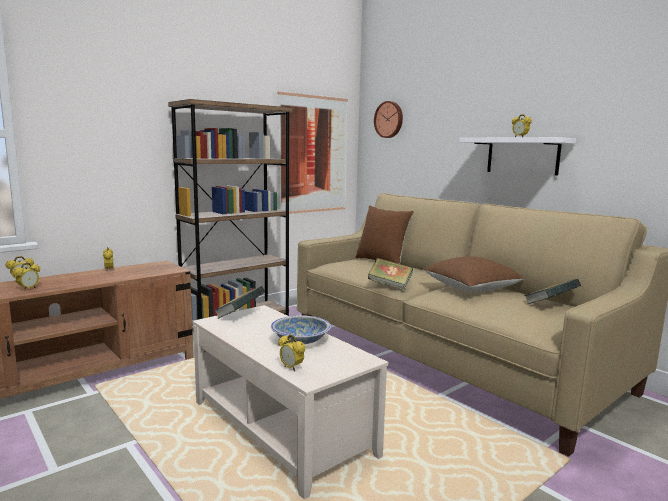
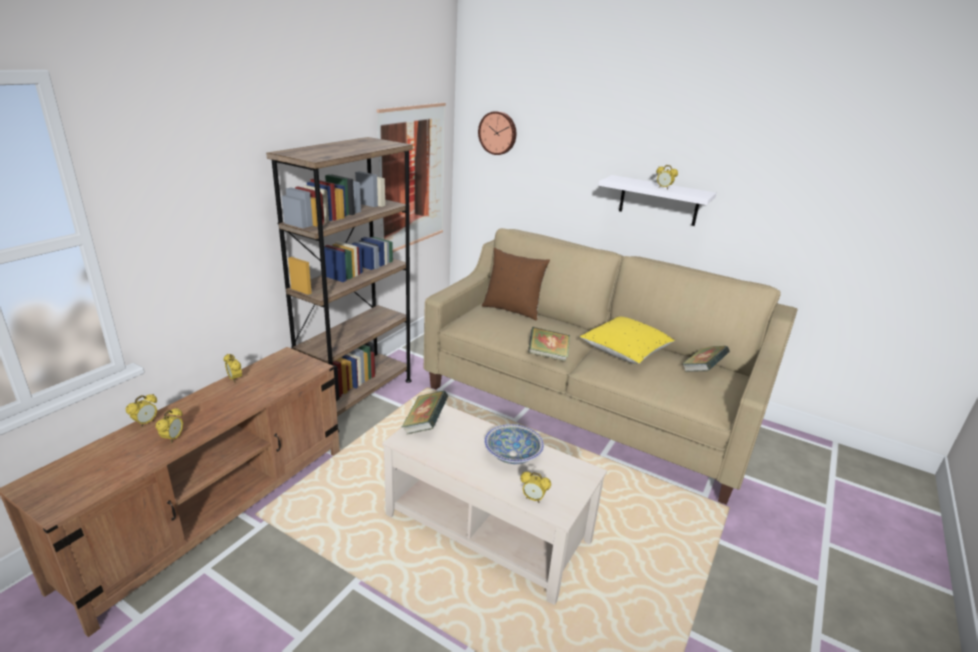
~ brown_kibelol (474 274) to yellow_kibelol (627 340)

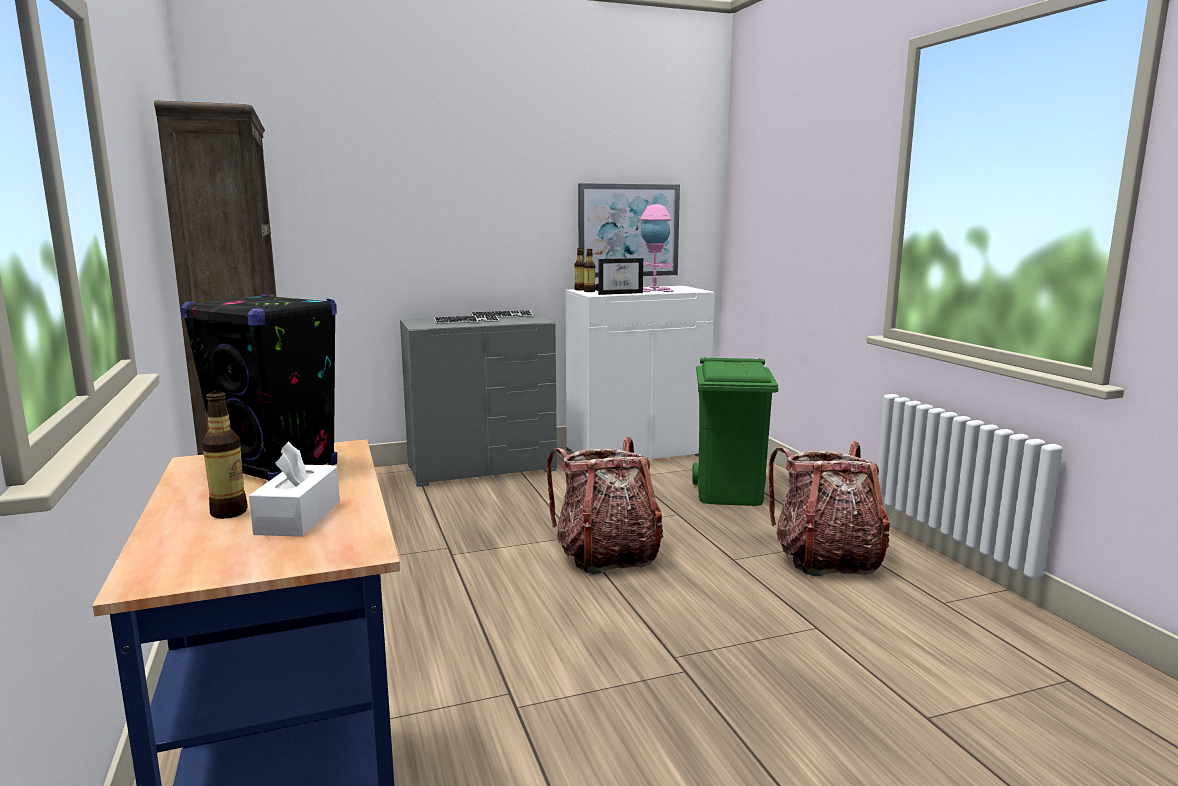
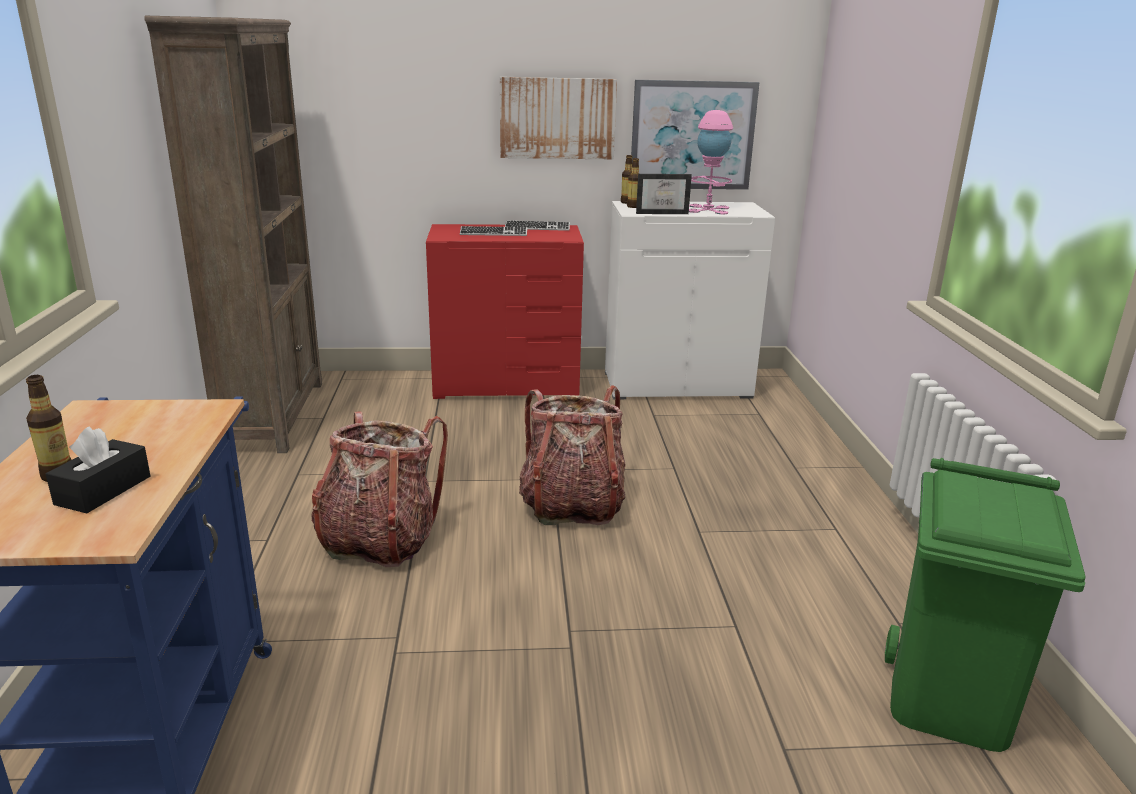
- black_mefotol (259 387)
~ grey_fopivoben (478 400) to red_fopivoben (505 311)
~ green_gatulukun (735 431) to (985 605)
~ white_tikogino (294 489) to black_tikogino (98 469)
~ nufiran (829 508) to (379 489)
+ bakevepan (558 118)

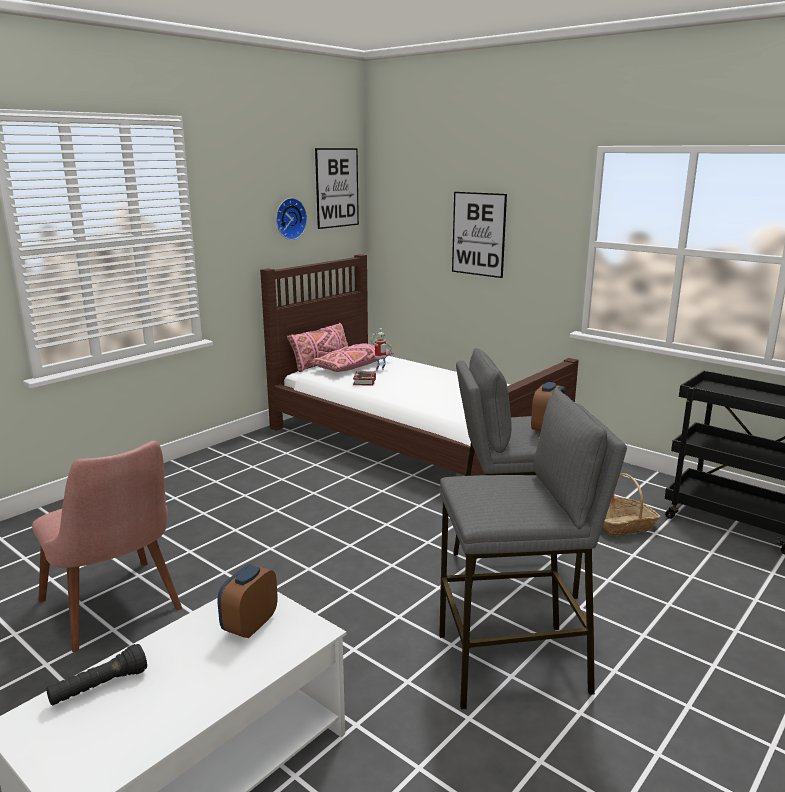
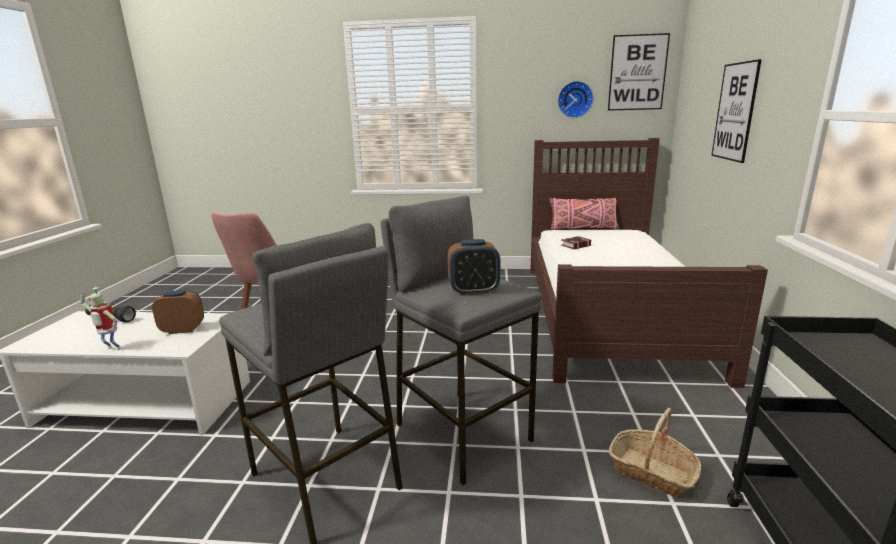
~ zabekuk (381 349) to (99 318)
- pink_kibelol (351 357)

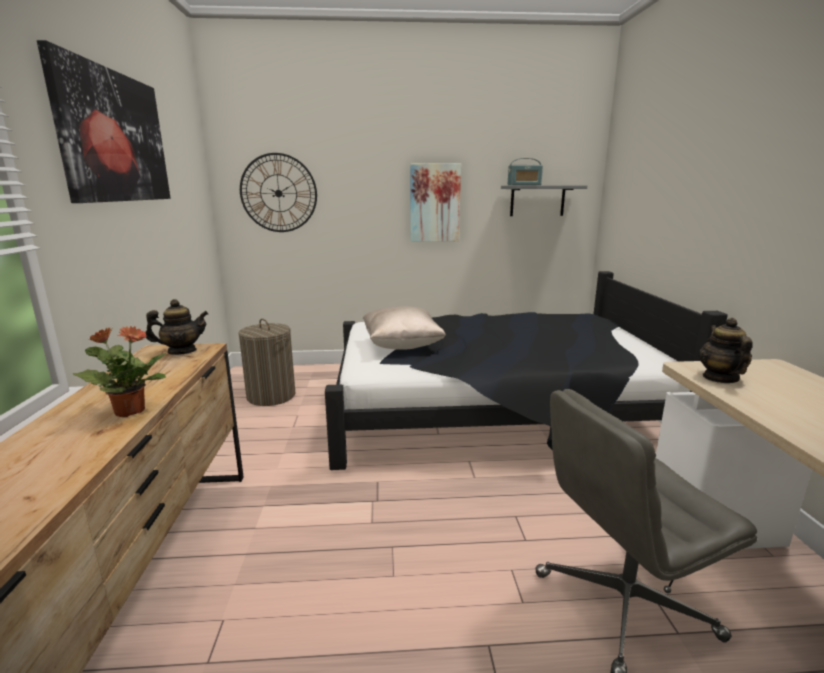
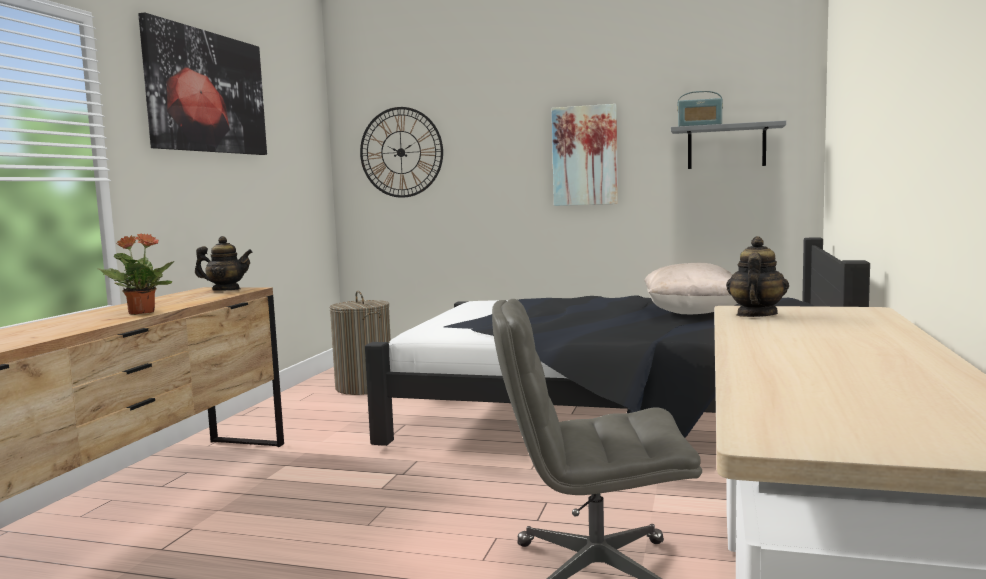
~ beige_kibelol (404 328) to (691 288)

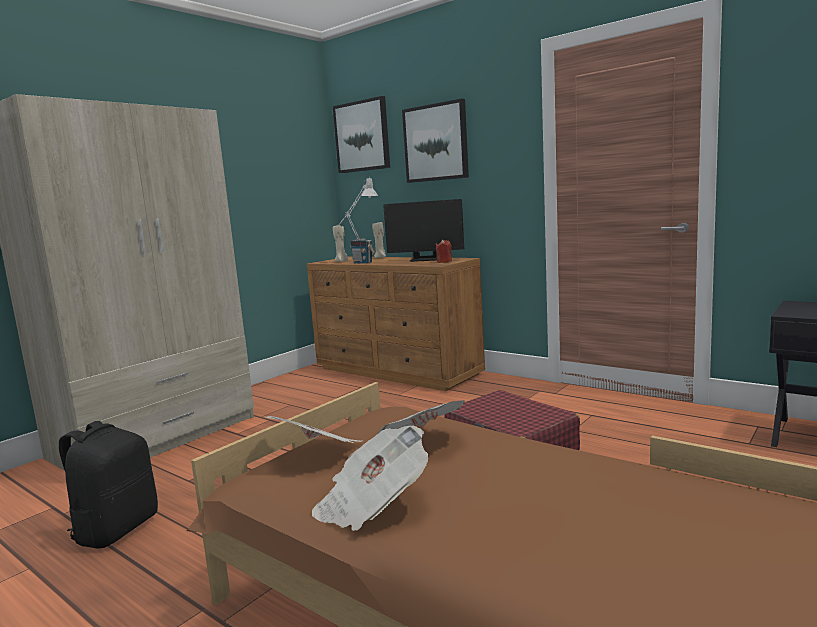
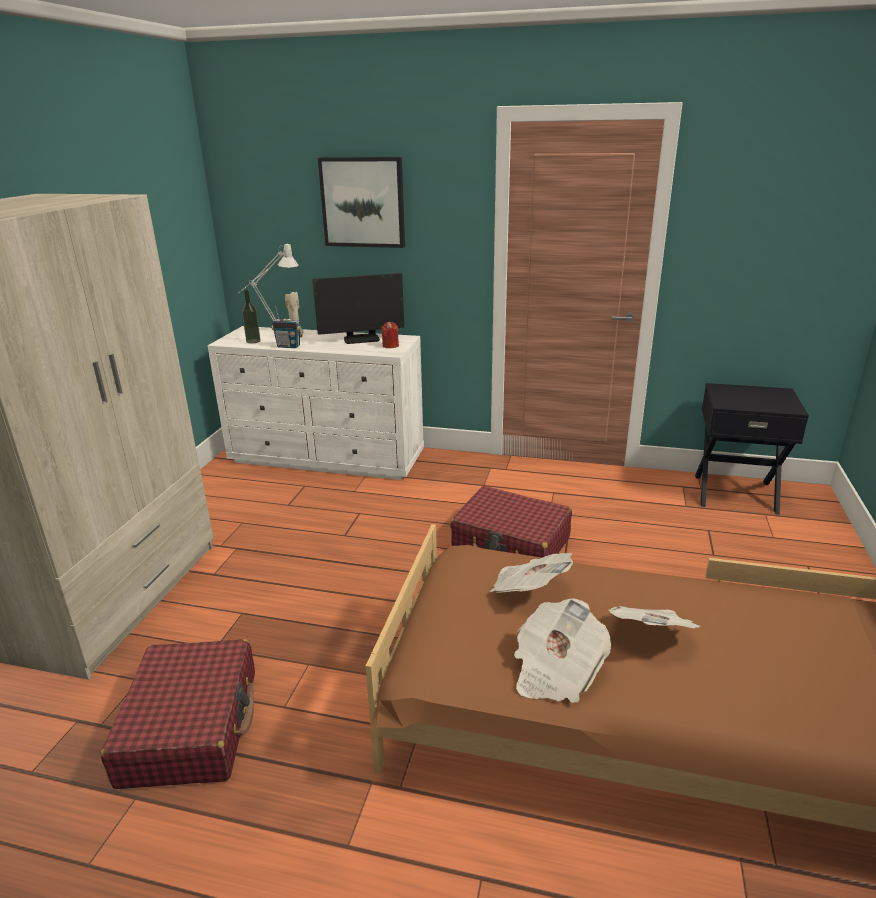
- bakevepan (361 134)
~ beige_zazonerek (340 243) to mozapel (251 316)
~ brown_fopivoben (396 324) to white_fopivoben (316 403)
~ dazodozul (313 429) to (655 617)
~ black_nufiran (108 485) to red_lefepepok (178 714)

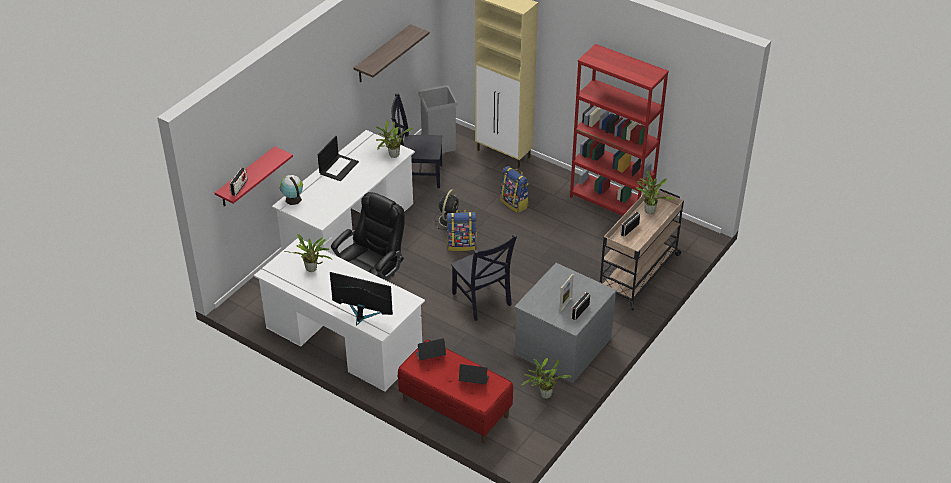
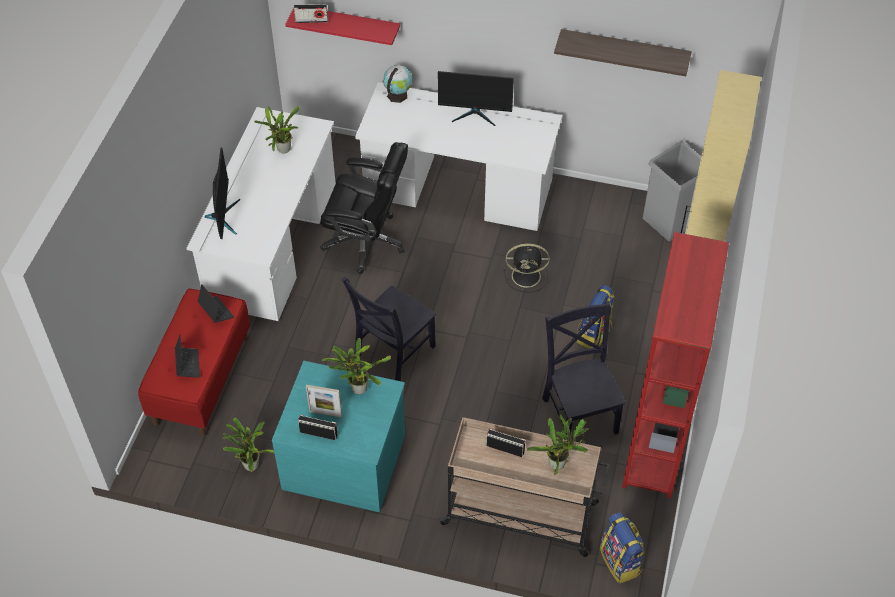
~ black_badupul (416 140) to (584 370)
~ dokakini (394 139) to (356 366)
~ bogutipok (338 158) to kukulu (476 98)
~ nufiran (461 230) to (622 547)
~ grey_fopivoben (565 323) to turquoise_fopivoben (338 436)

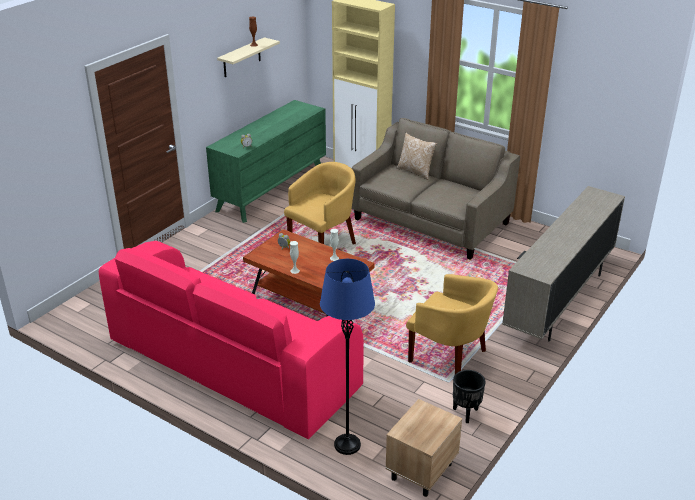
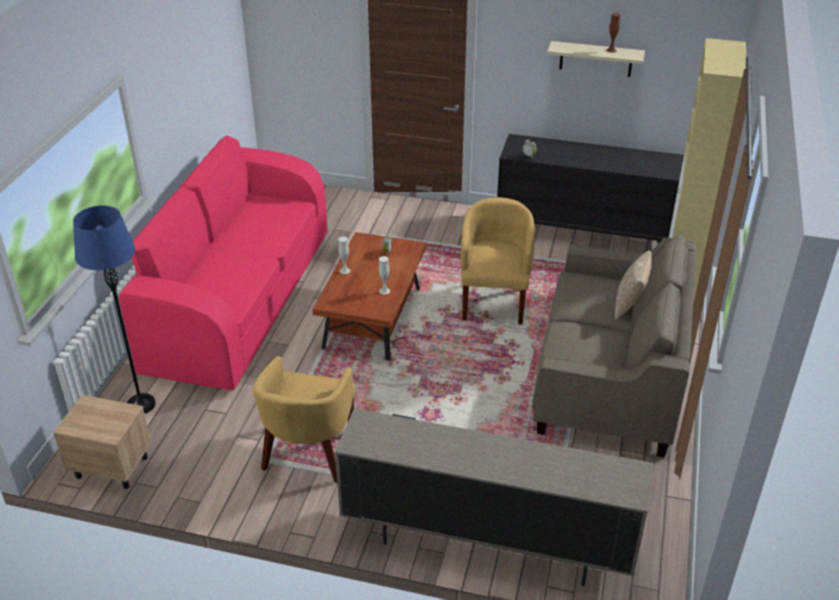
~ green_fopivoben (266 161) to black_fopivoben (590 189)
~ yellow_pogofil (320 203) = (498 260) 105 degrees counterclockwise
- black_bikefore (469 396)

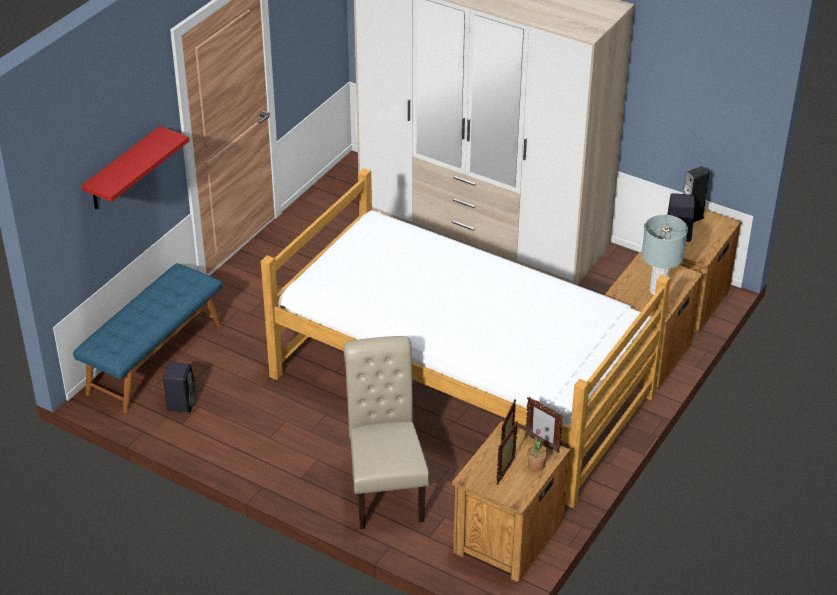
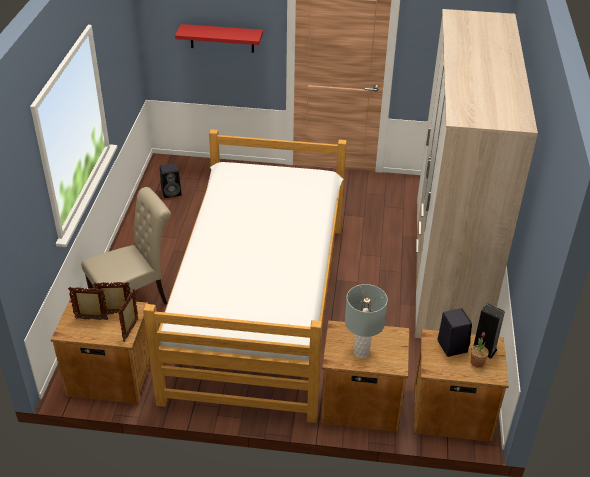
- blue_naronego (147 338)
~ dokakini (537 450) to (480 350)

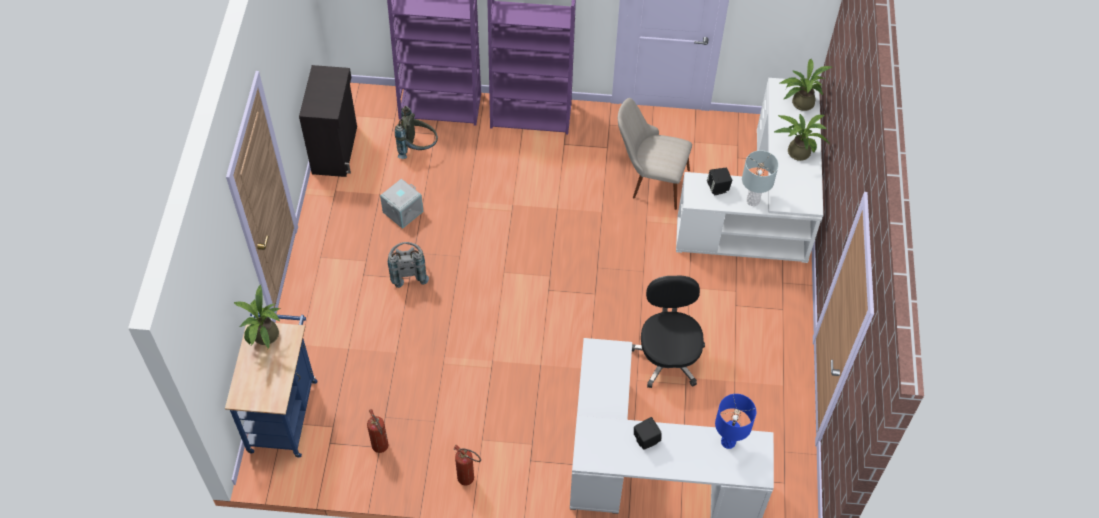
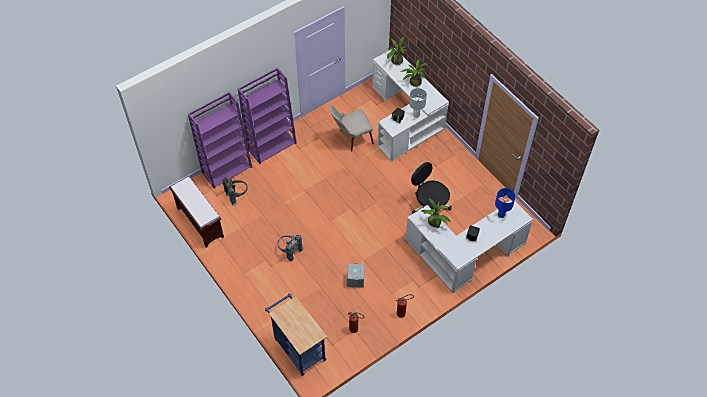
~ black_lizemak (328 121) to brown_naronego (196 212)
~ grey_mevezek (401 204) to (355 275)
~ dokakini (257 317) to (436 213)

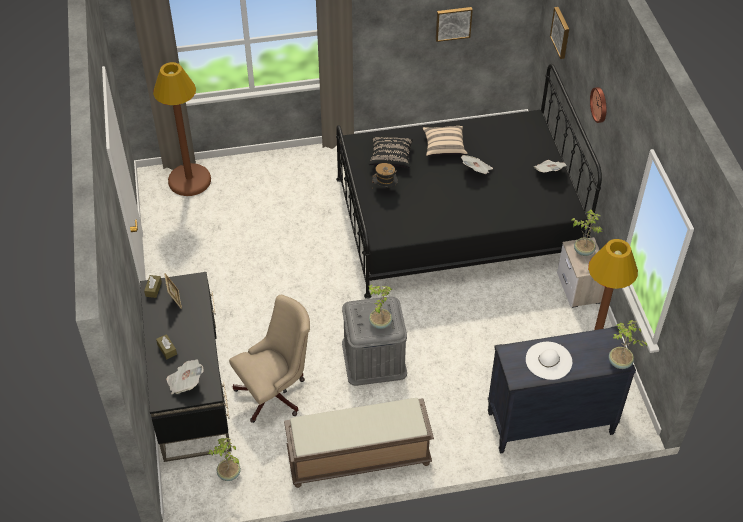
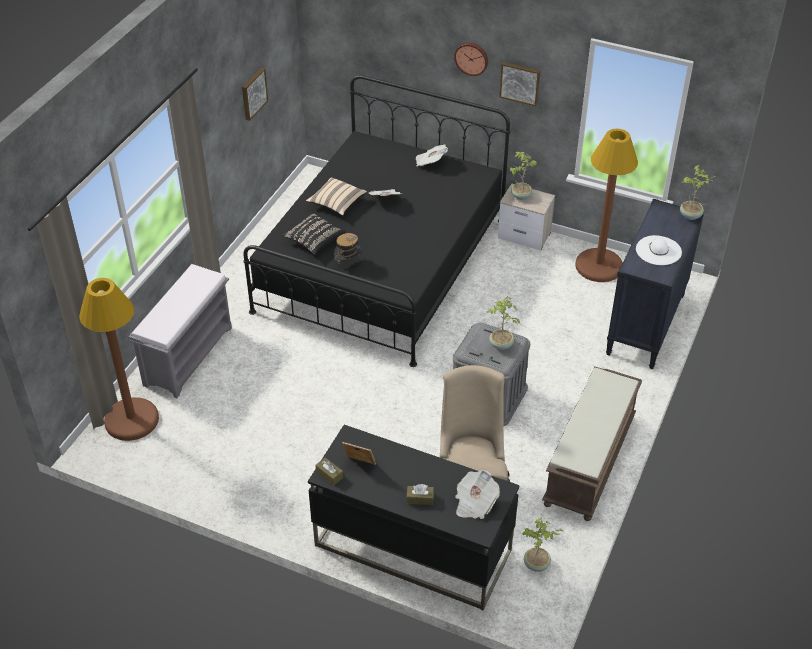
~ bakevepan (559 33) to (519 84)
+ grey_naronego (180 331)

